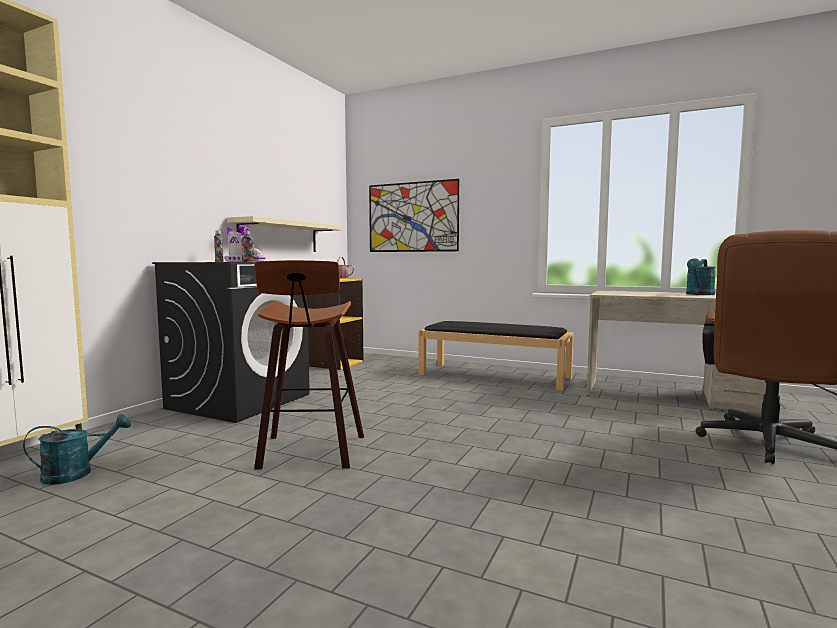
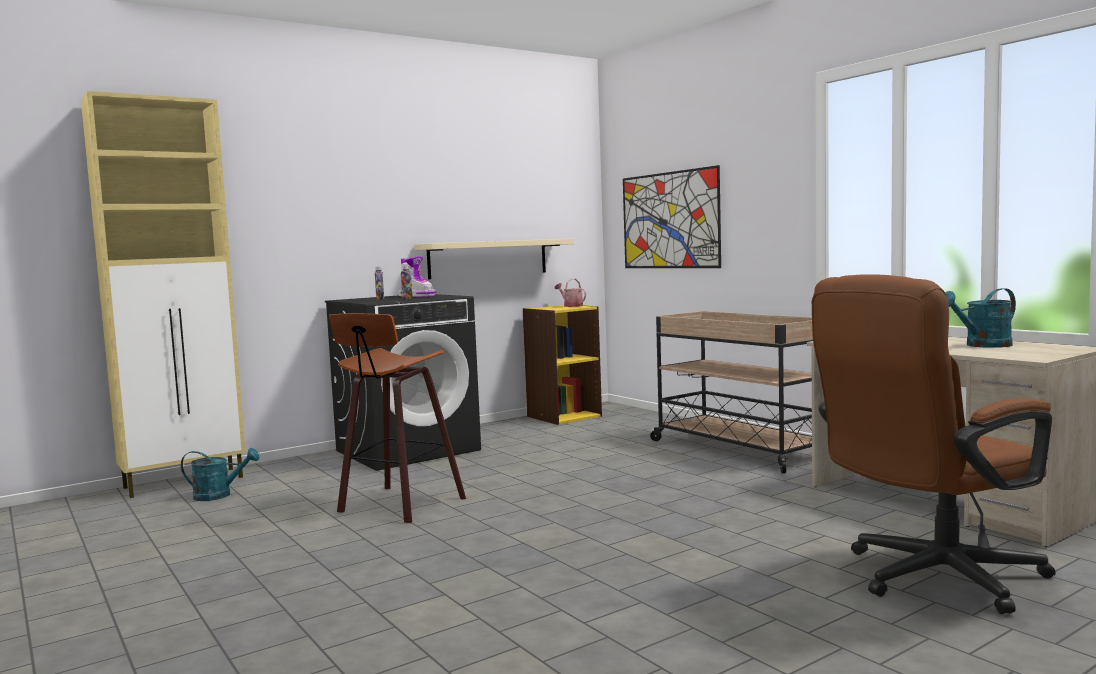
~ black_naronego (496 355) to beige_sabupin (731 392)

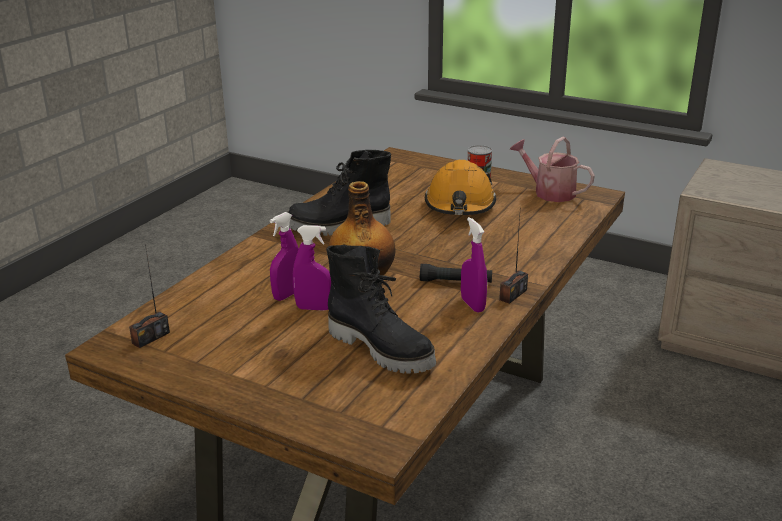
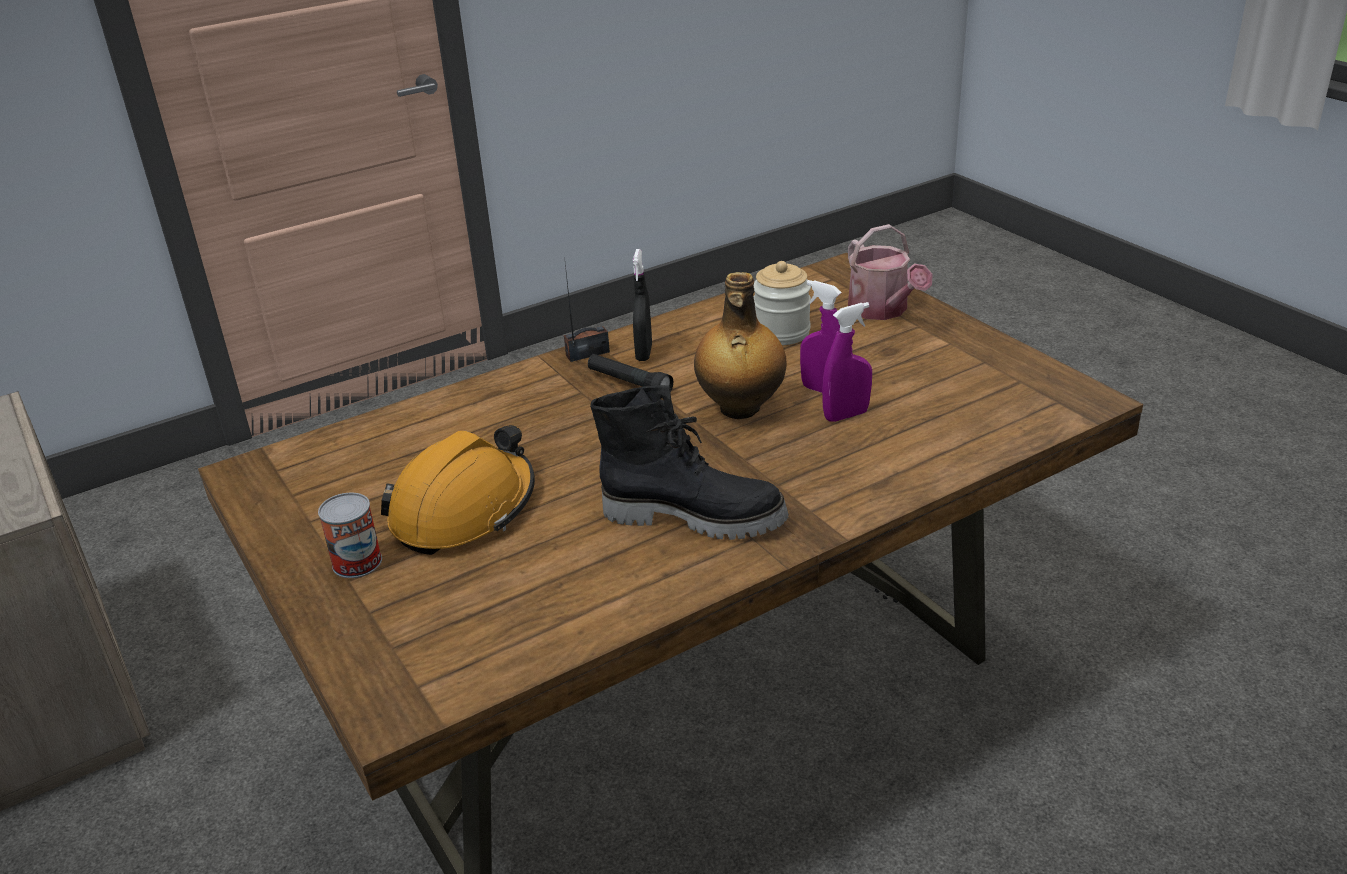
~ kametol (552 169) to (890 272)
~ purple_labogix (474 265) to black_labogix (642 305)
- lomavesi (149 296)
~ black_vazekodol (381 309) to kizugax (782 303)

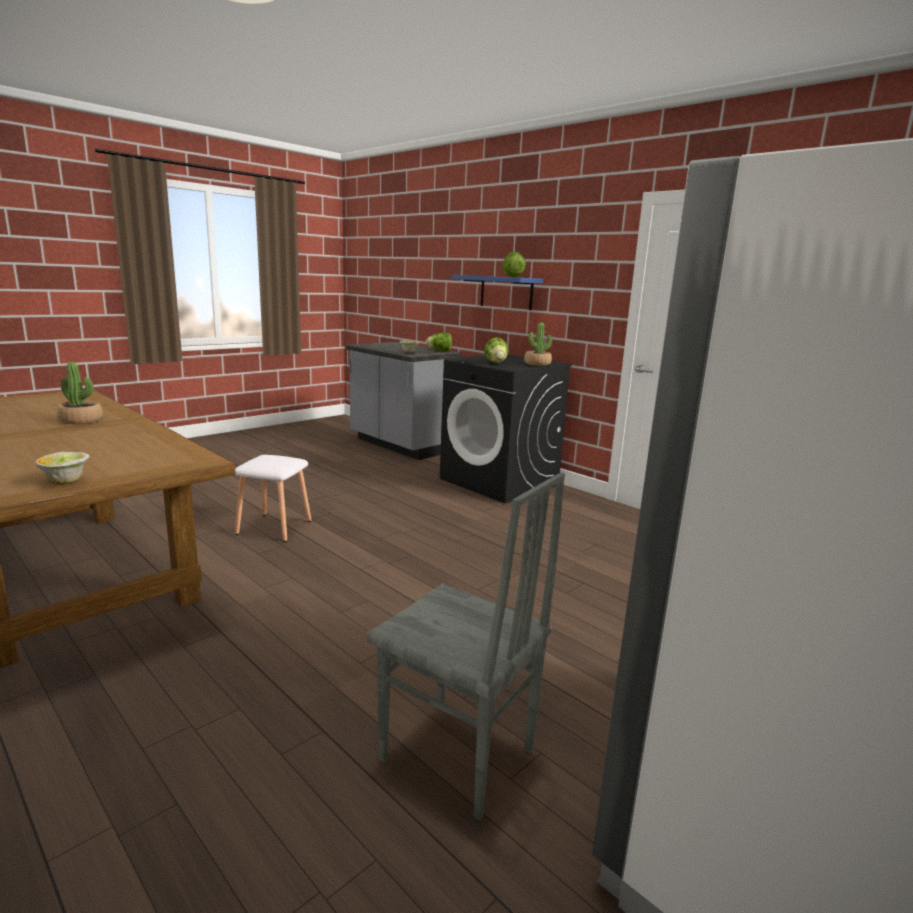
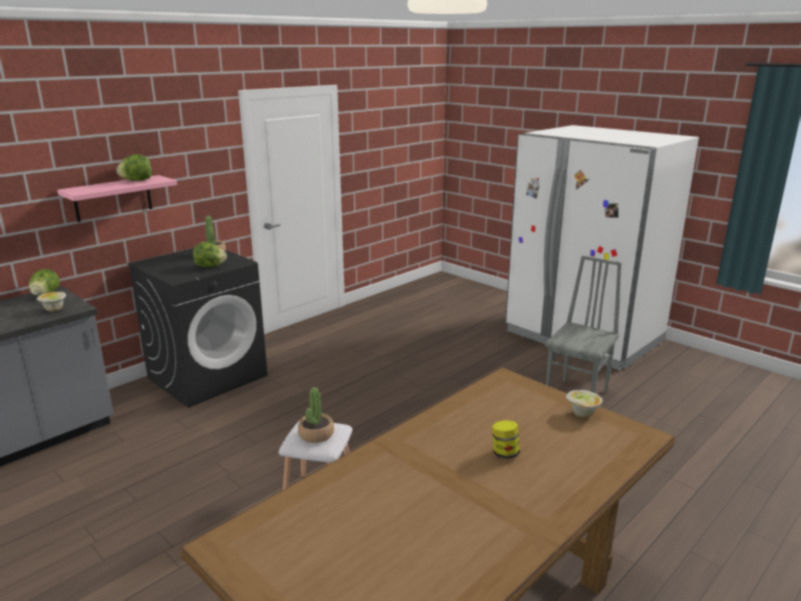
~ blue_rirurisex (497 292) to pink_rirurisex (117 198)
~ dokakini (80 393) to (316 415)
+ kizugax (506 439)

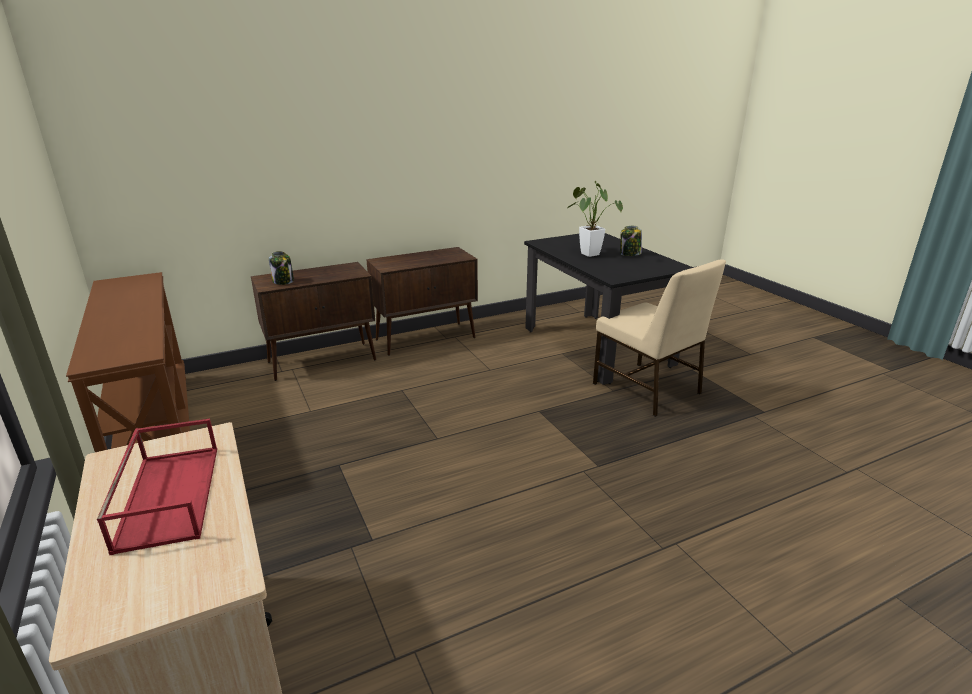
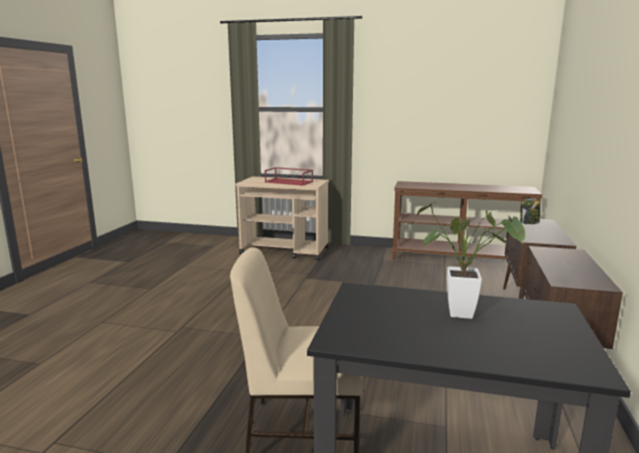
- kizugax (631 241)

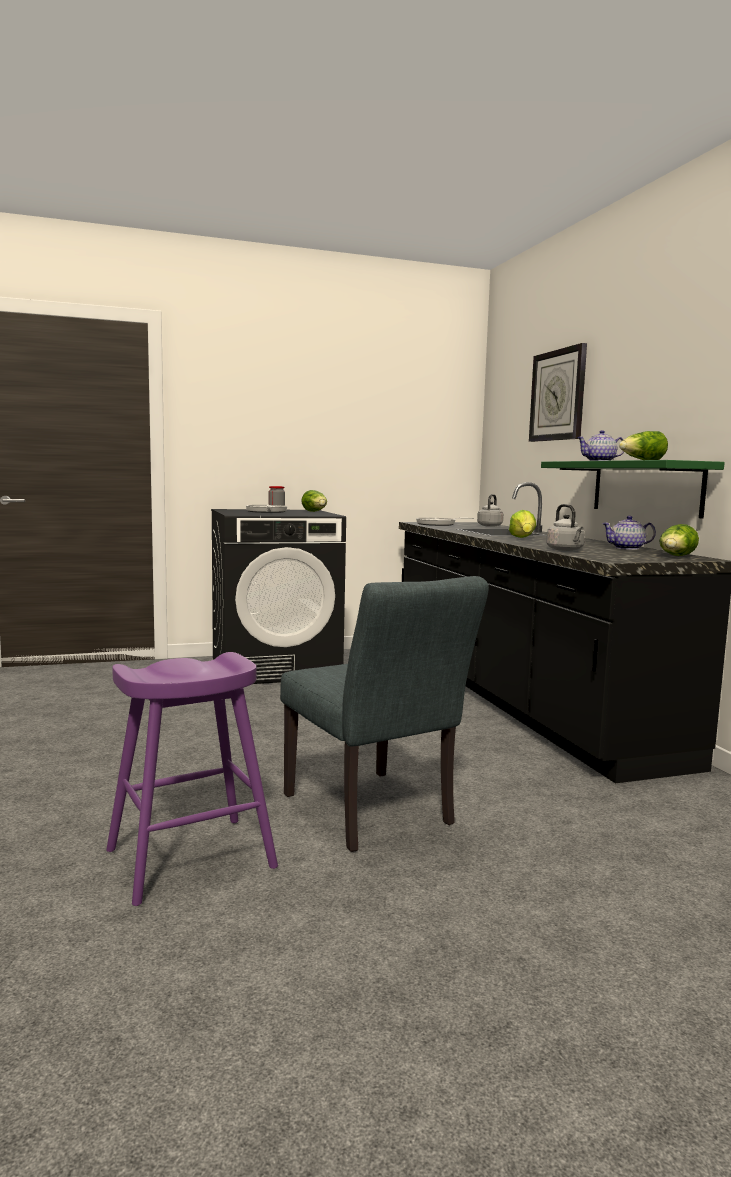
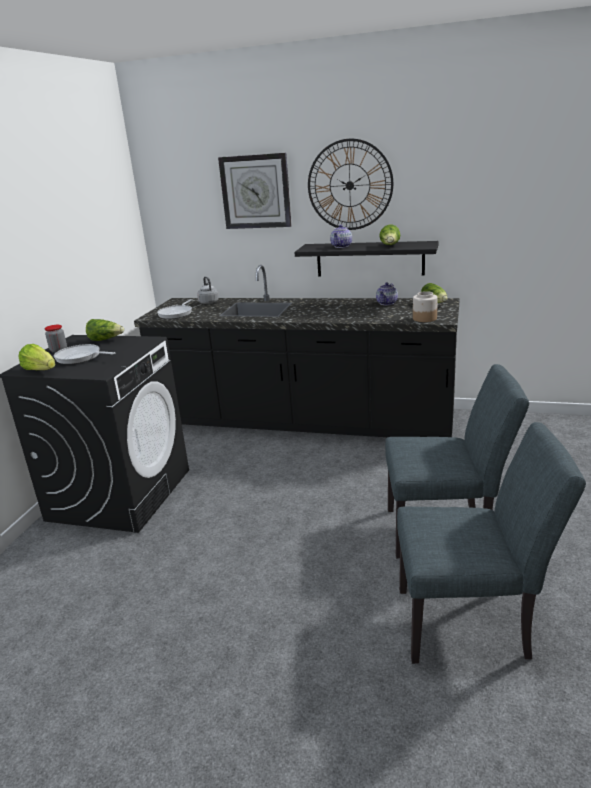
~ green_rirurisex (633 489) to black_rirurisex (367 259)
- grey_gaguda (565 527)
~ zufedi (523 524) to (36 357)
~ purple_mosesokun (192 779) to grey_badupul (491 543)
+ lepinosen (350 184)
+ kizugax (425 306)

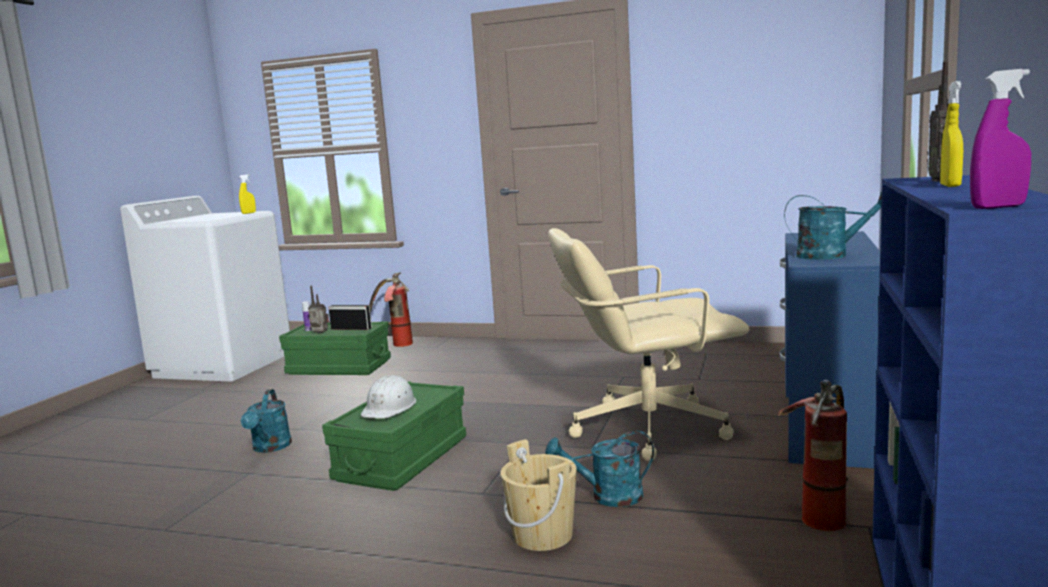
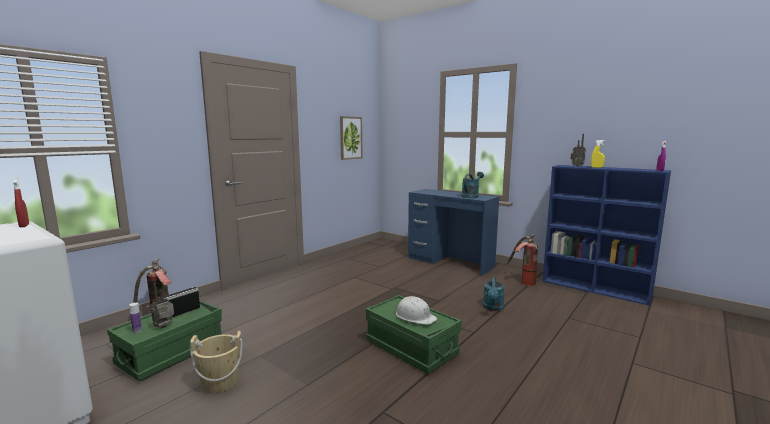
~ yellow_labogix (247 194) to red_labogix (21 203)
- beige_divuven (649 344)
- turquoise_kametol (266 421)
~ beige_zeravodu (538 495) to (216 362)
+ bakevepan (351 138)

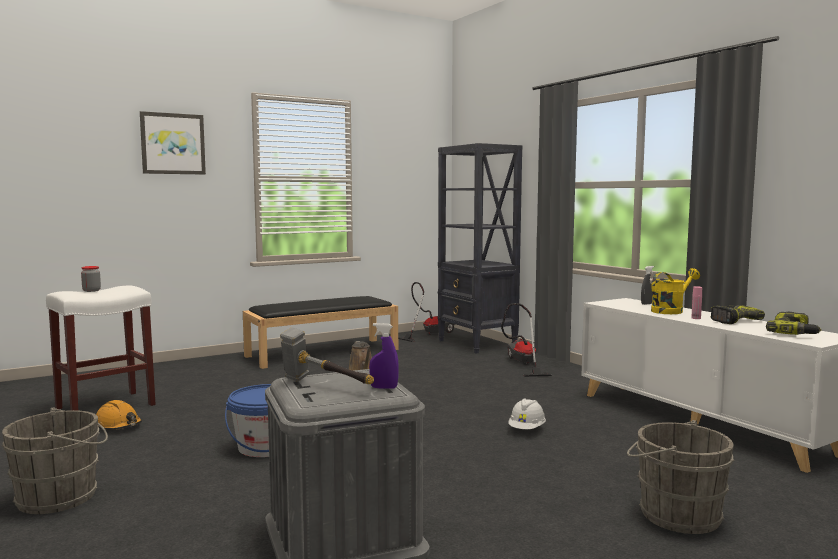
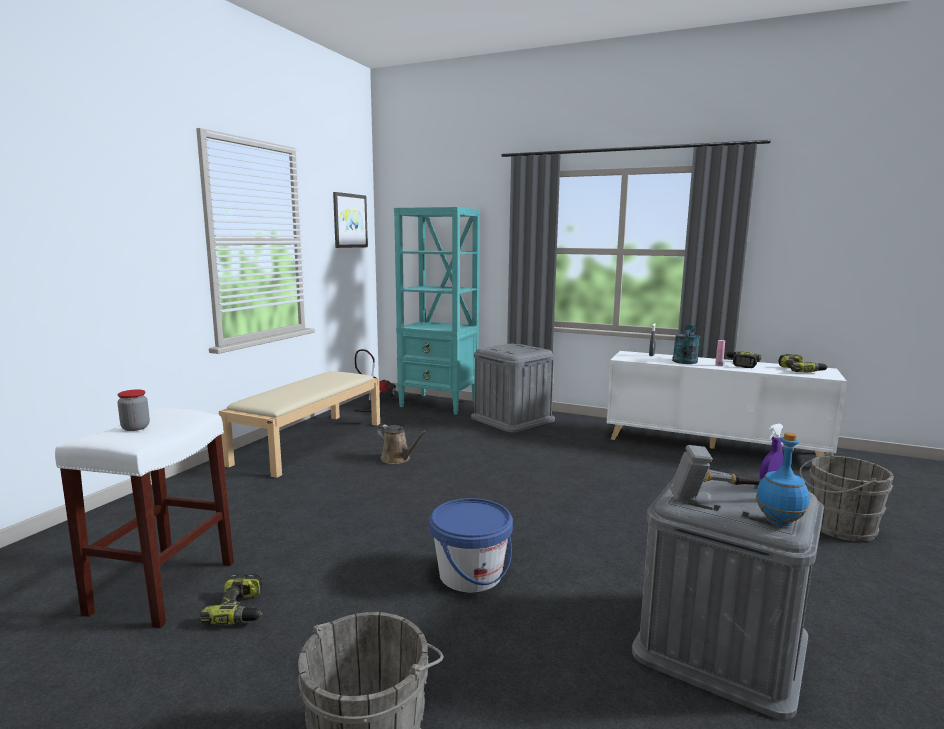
~ bakevepan (173 143) to (350 220)
~ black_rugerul (479 248) to turquoise_rugerul (437 311)
~ yellow_kametol (675 291) to turquoise_kametol (686 344)
~ black_naronego (320 332) to beige_naronego (299 424)
~ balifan (526 340) to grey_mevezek (513 387)
- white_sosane (527 414)
~ orange_sosane (119 415) to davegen (231 599)
+ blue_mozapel (782 479)

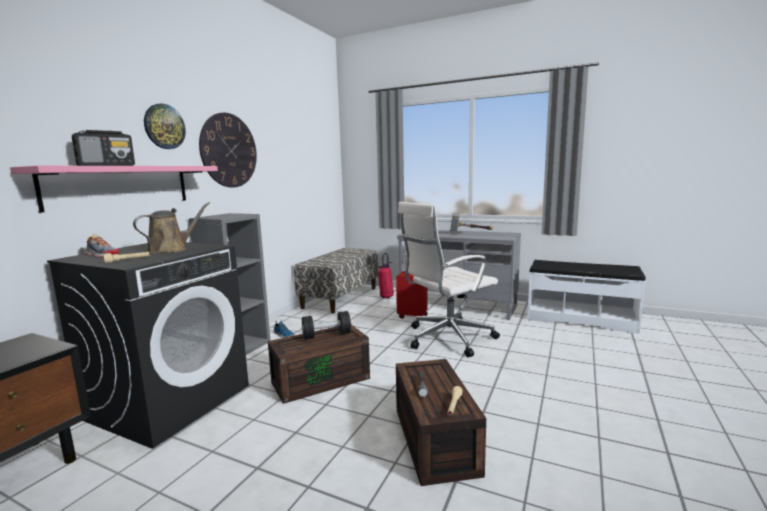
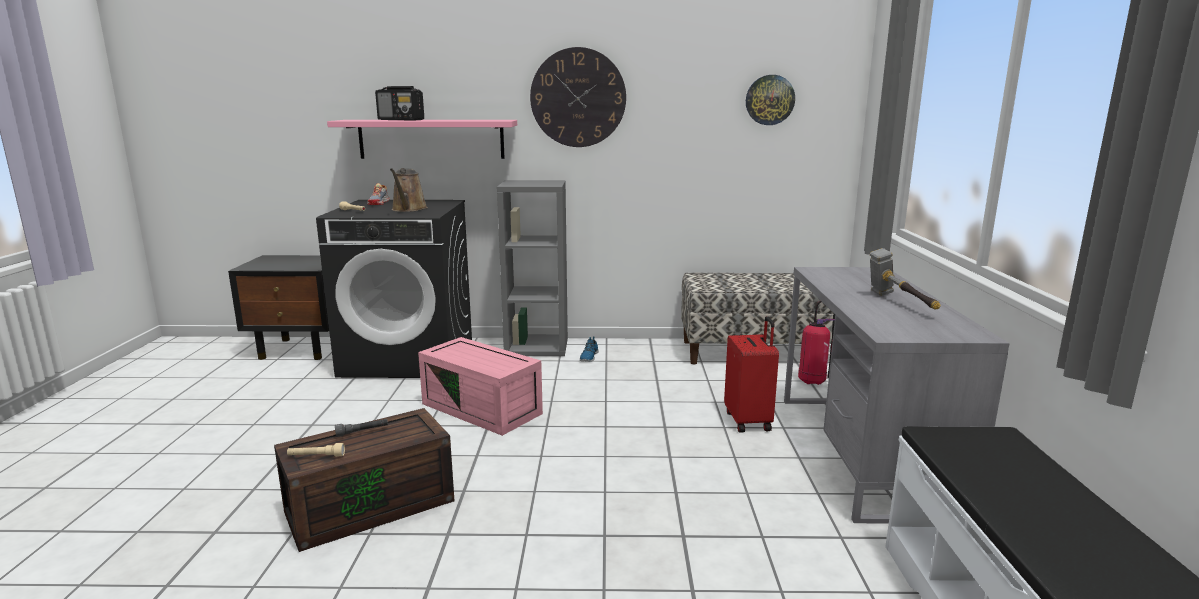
~ lepinosen (165 126) to (770 100)
~ brown_kametol (171 228) = (409 190) 75 degrees clockwise
- white_divuven (449 279)
- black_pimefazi (326 325)
~ brown_mevezek (319 364) to pink_mevezek (480 386)

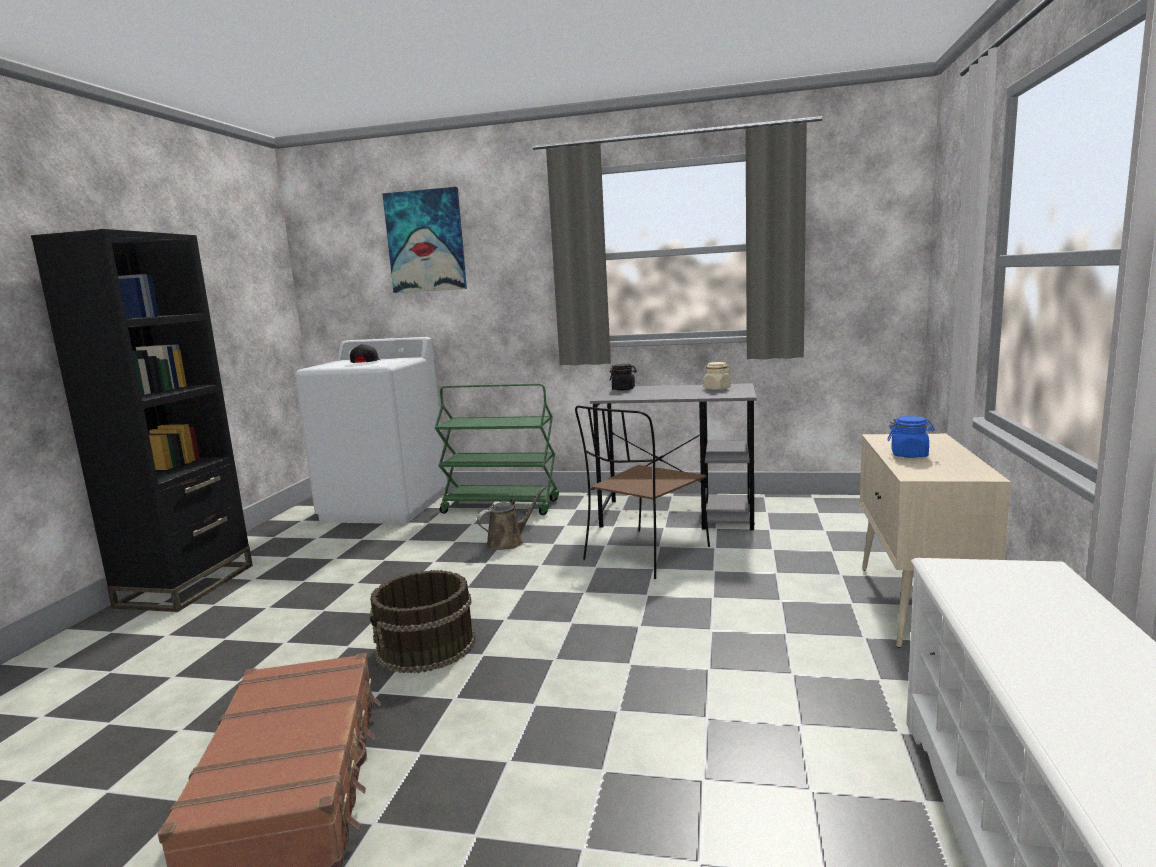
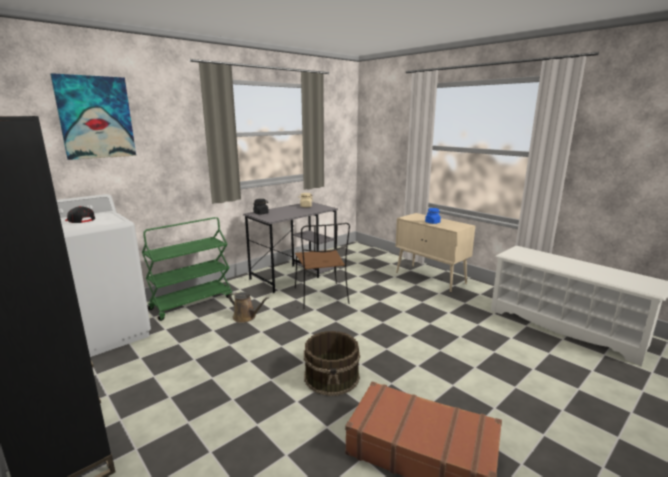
~ brown_kametol (511 518) = (248 307) 120 degrees clockwise

